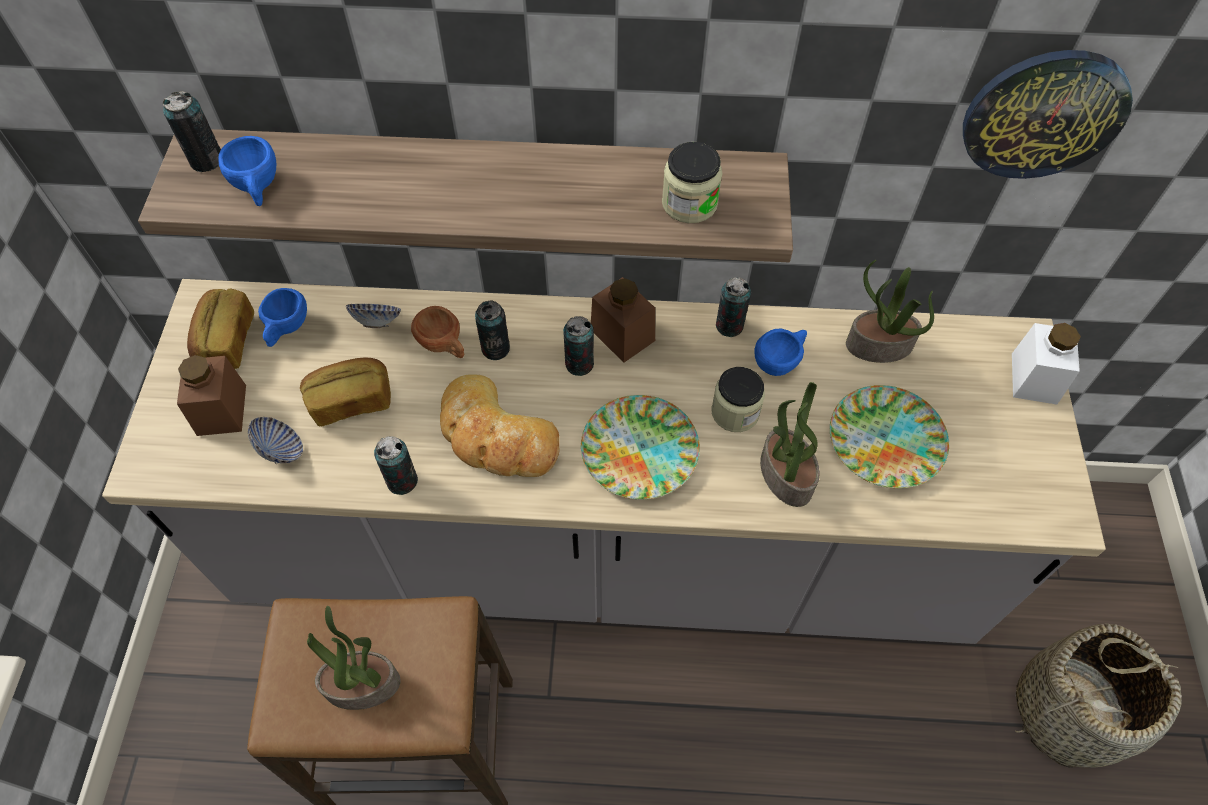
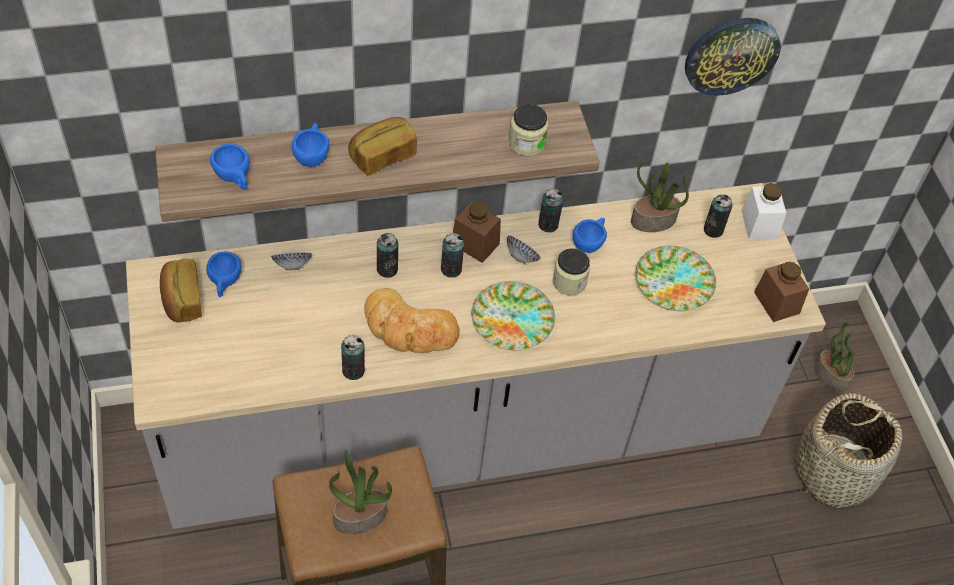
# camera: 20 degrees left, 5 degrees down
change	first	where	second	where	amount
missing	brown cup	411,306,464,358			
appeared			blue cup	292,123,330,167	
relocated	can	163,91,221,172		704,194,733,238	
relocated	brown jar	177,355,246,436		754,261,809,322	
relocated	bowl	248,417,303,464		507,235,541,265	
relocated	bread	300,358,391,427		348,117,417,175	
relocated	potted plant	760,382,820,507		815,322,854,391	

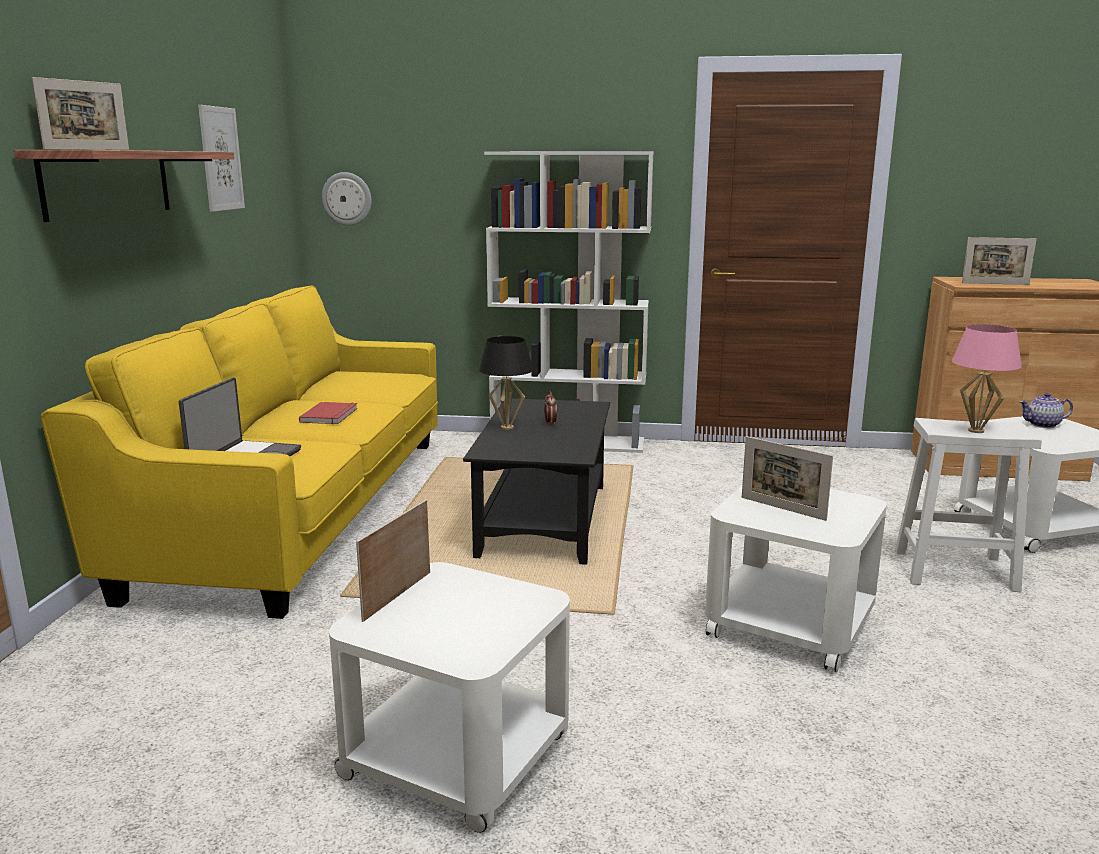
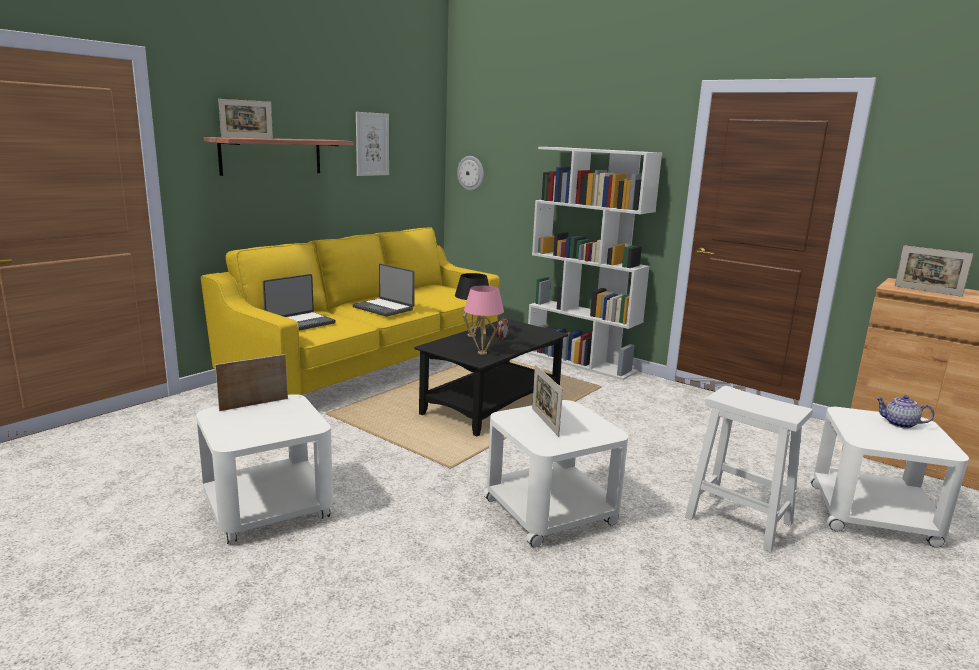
# camera: 30 degrees right, 0 degrees up
change	first	where	second	where	amount
relocated	pink table lamp	952,324,1022,433		464,285,504,355	
exchanged	red book	299,402,358,424	laptop	352,264,415,317	

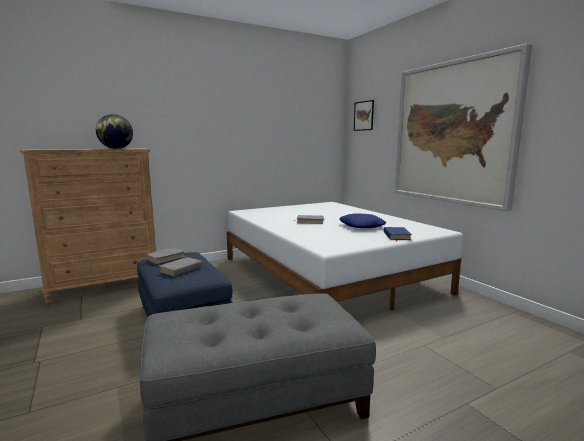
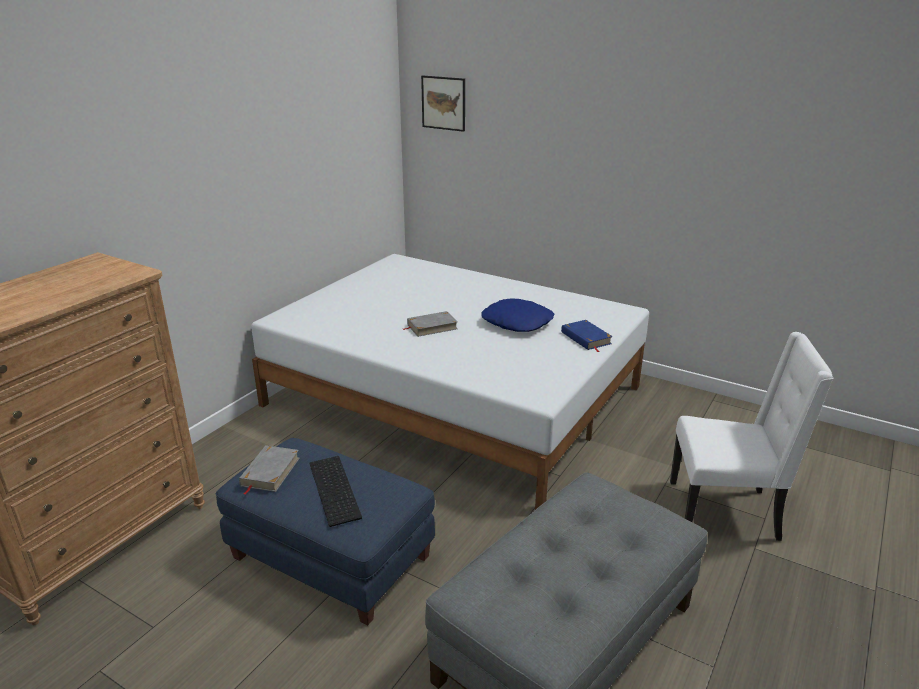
# camera: 30 degrees left, 15 degrees up
change	first	where	second	where	amount
missing	globe	96,114,133,149			
missing	picture	395,43,532,211			
appeared			white chair	670,332,833,541	
exchanged	grey book	159,257,204,276	keyboard	310,456,362,527	

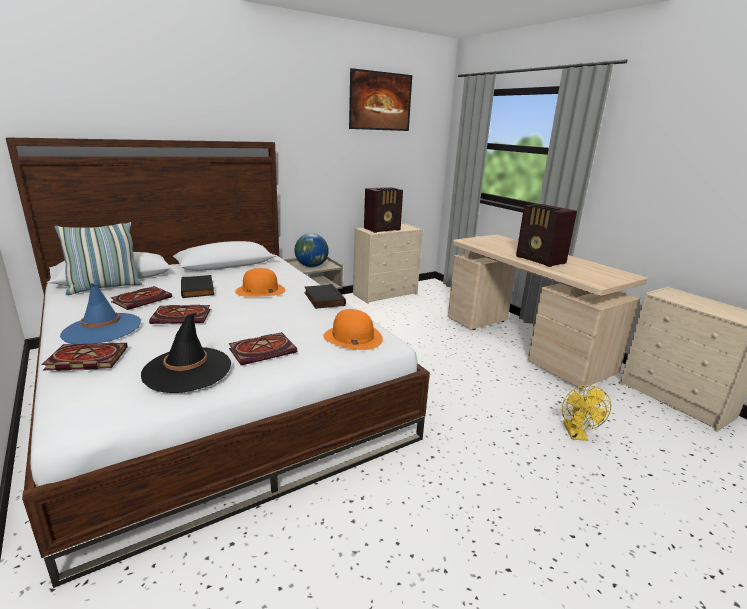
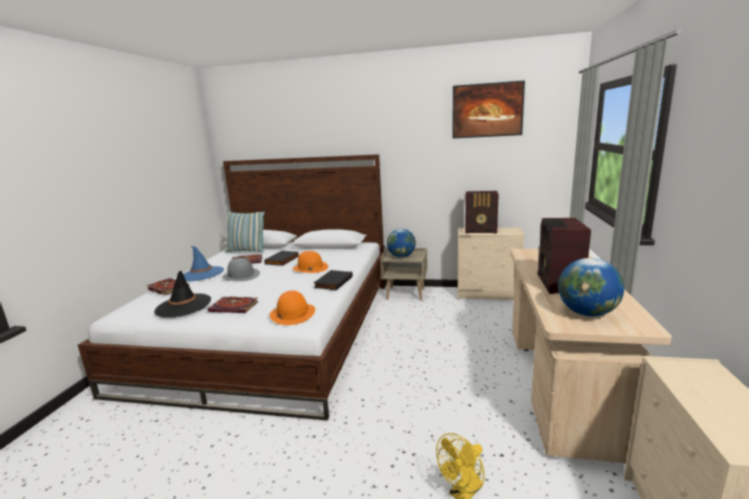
# camera: 45 degrees right, 5 degrees down
change	first	where	second	where	amount
appeared			globe	558,258,624,317	
exchanged	book	149,305,210,324	grey hat	222,258,260,281	

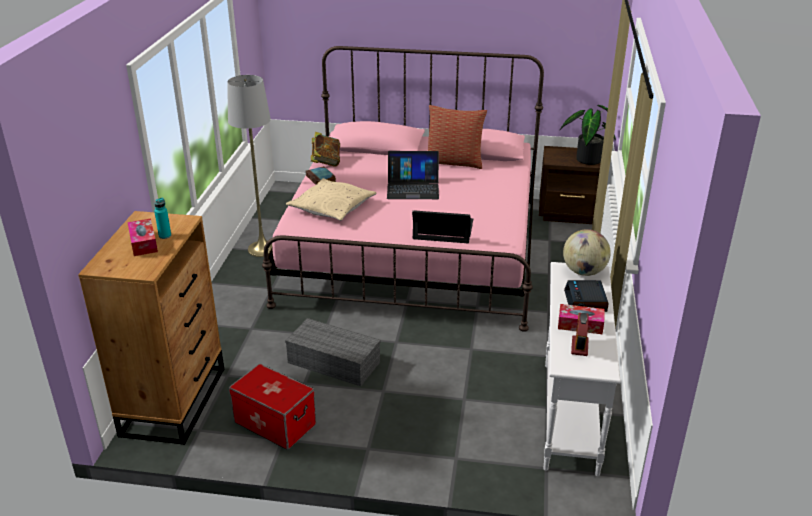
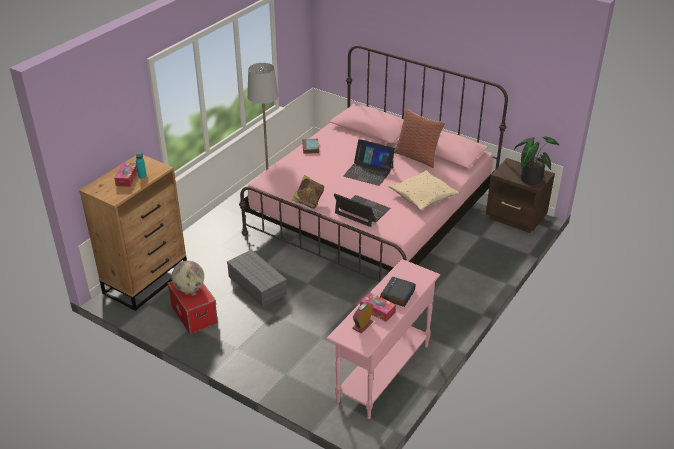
# camera: 25 degrees right, 5 degrees up
change	first	where	second	where	amount
relocated	beige pillow	286,178,377,221		388,170,460,211	
relocated	book	311,132,340,167		292,175,324,209	
relocated	globe	563,229,611,276		172,260,204,293	
colour	white console table	543,262,621,476	pink console table	327,259,440,419	

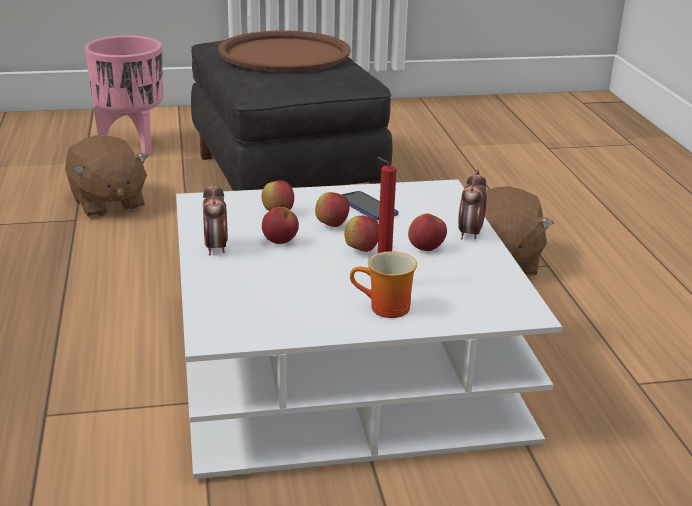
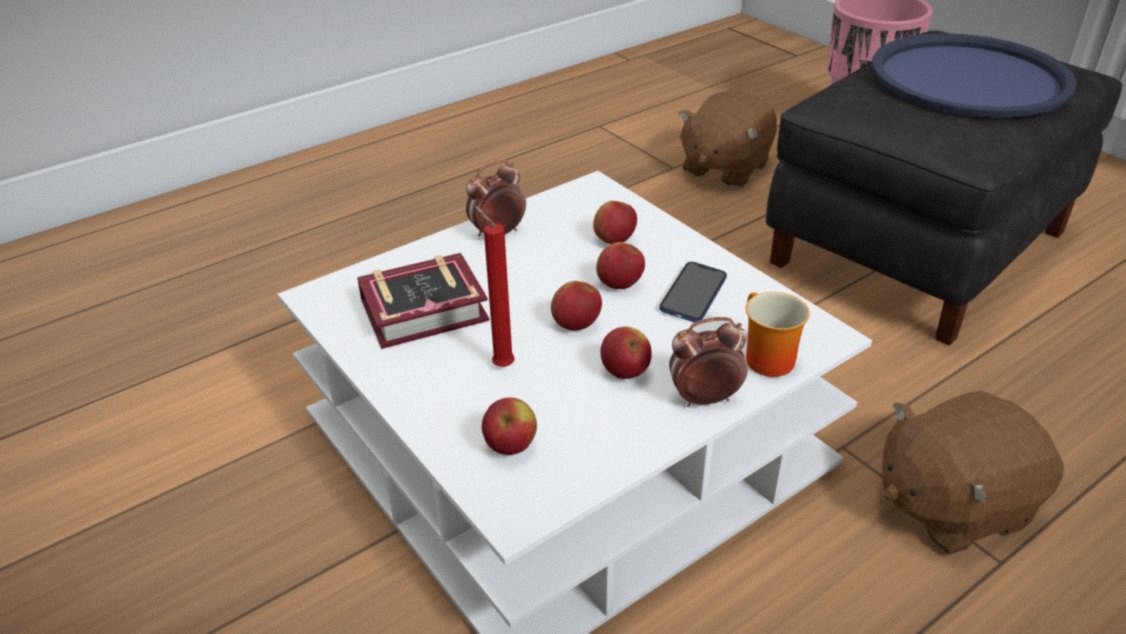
# camera: 65 degrees right, 10 degrees up
change	first	where	second	where	amount
appeared			book	357,253,489,349	
relocated	apple	262,207,299,244		482,397,537,455	
relocated	mug	350,251,417,318		746,292,810,377	
colour	brown tray	218,30,351,72	blue tray	872,33,1077,118	

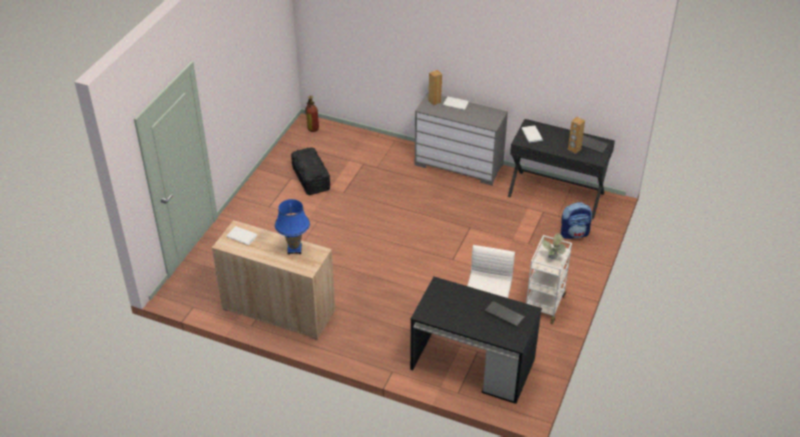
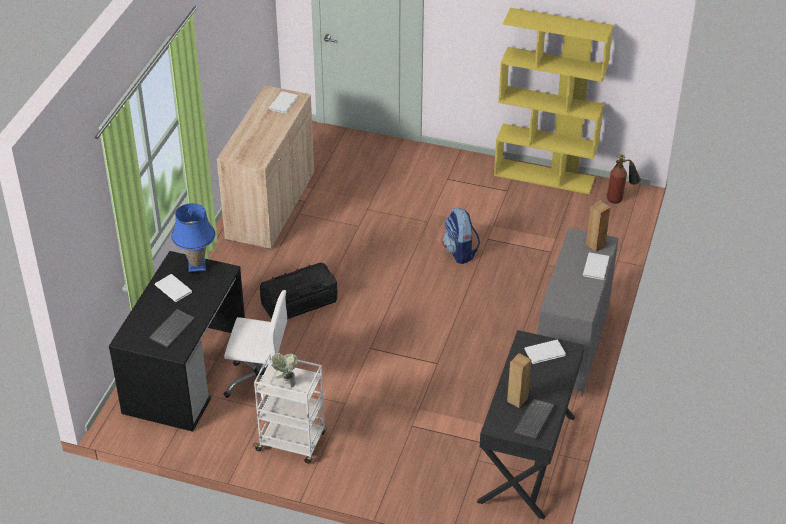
# camera: 85 degrees right, 0 degrees up
change	first	where	second	where	amount
appeared			white book	154,274,192,302	
appeared			yellow bookcase	494,8,613,194	
relocated	blue table lamp	275,199,310,254		171,203,215,274	
relocated	black storage box	291,147,330,195		260,263,338,319	
relocated	backpack	561,202,592,239		442,207,480,264	

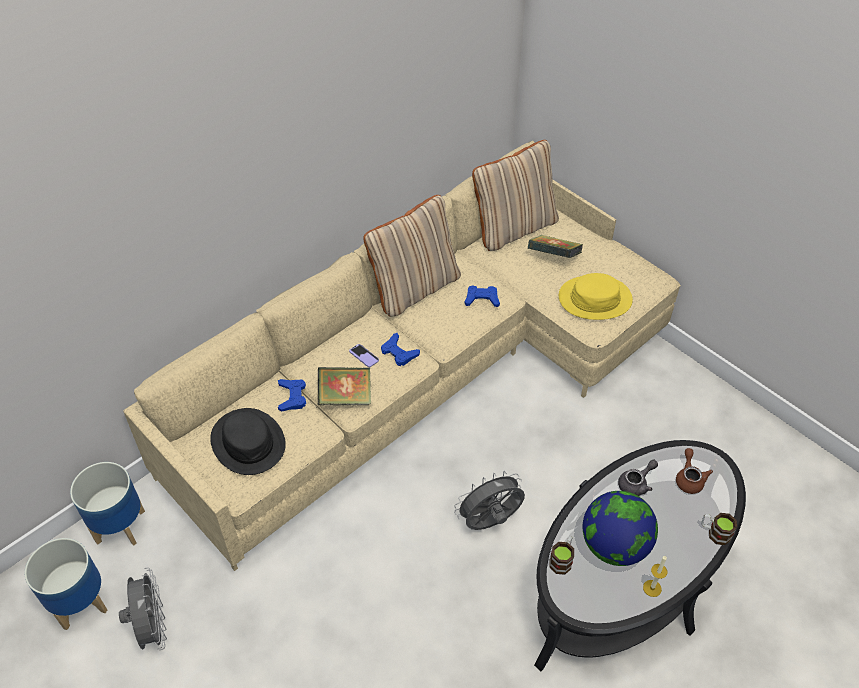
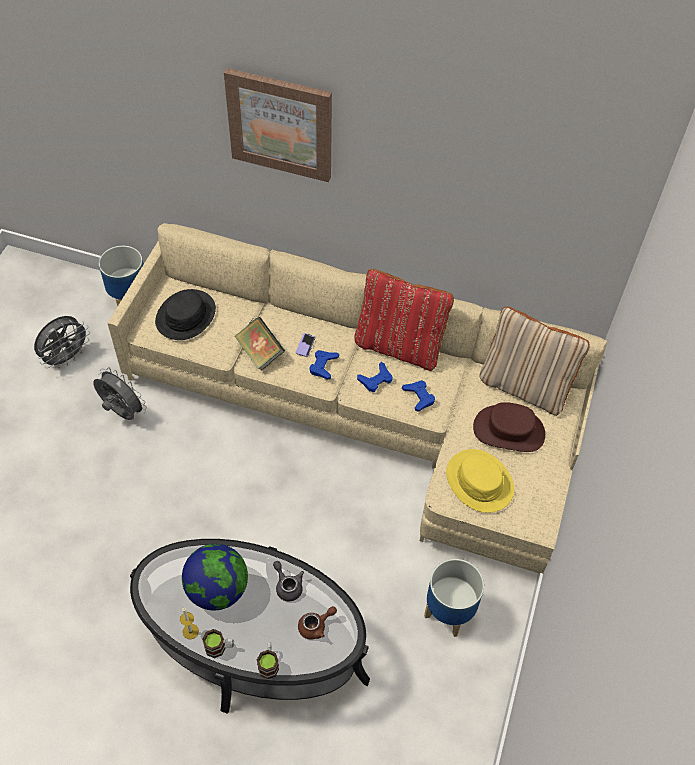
# camera: 60 degrees right, 5 degrees up
change	first	where	second	where	amount
appeared			picture	224,68,332,182	
relocated	planter	25,538,107,630		424,559,484,637	
relocated	blue game controller	278,379,306,411		357,362,393,392	
relocated	grey fan	454,471,525,530		93,367,147,420	
relocated	mug	550,536,574,575		202,629,234,658	
exchanged	book	528,235,583,258	brown hat	473,402,545,452	
colour	beige pillow	363,195,461,317	red pillow	354,269,454,371	
spun	grey teapot	618,460,658,496		273,561,304,602	150 degrees counterclockwise

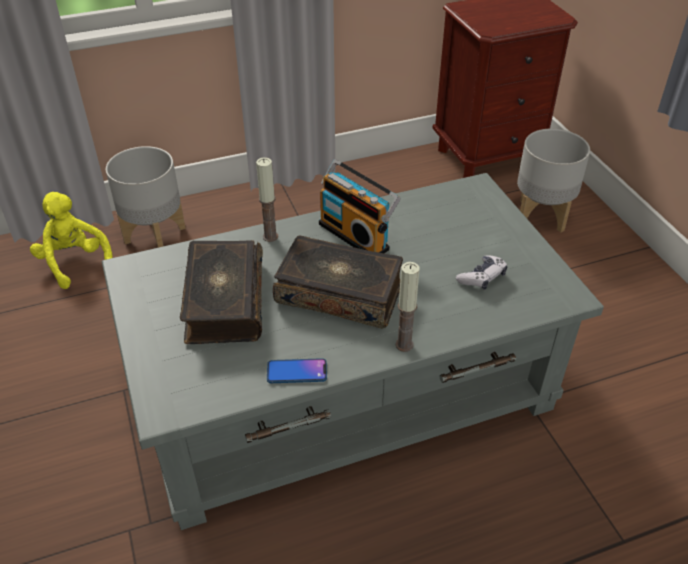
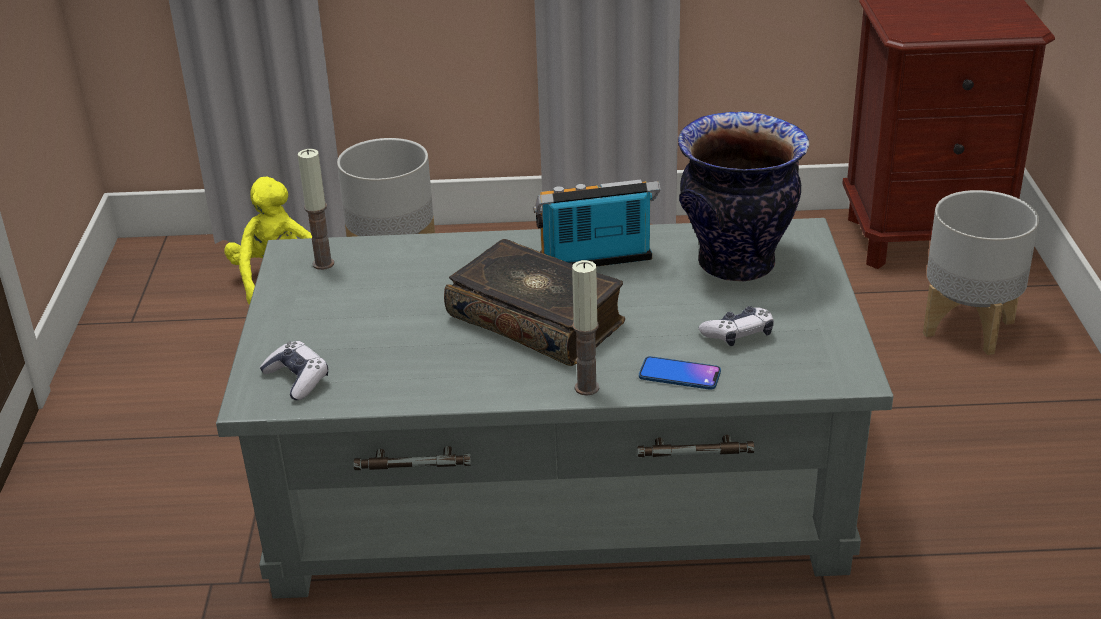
# camera: 20 degrees right, 10 degrees down
change	first	where	second	where	amount
missing	book	180,240,263,344			
appeared			game controller	260,341,328,400	
appeared			vase	678,111,809,282	
relocated	candle	256,157,278,242		298,149,334,270	
relocated	phone	267,358,327,383		639,356,721,390	
spun	radio	319,159,401,253		533,180,661,266	105 degrees clockwise

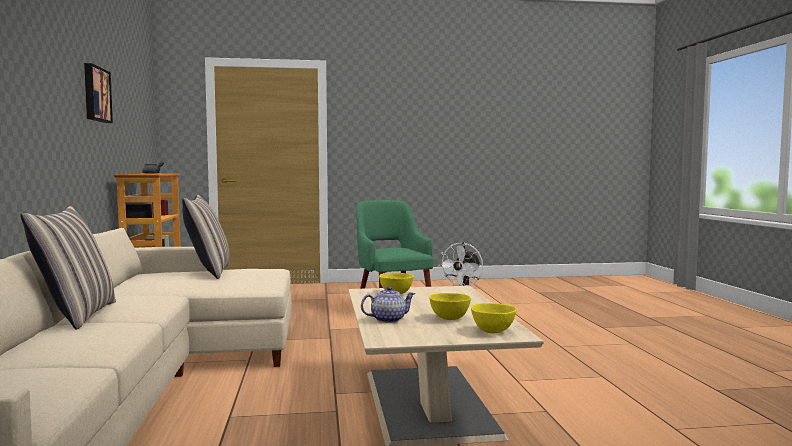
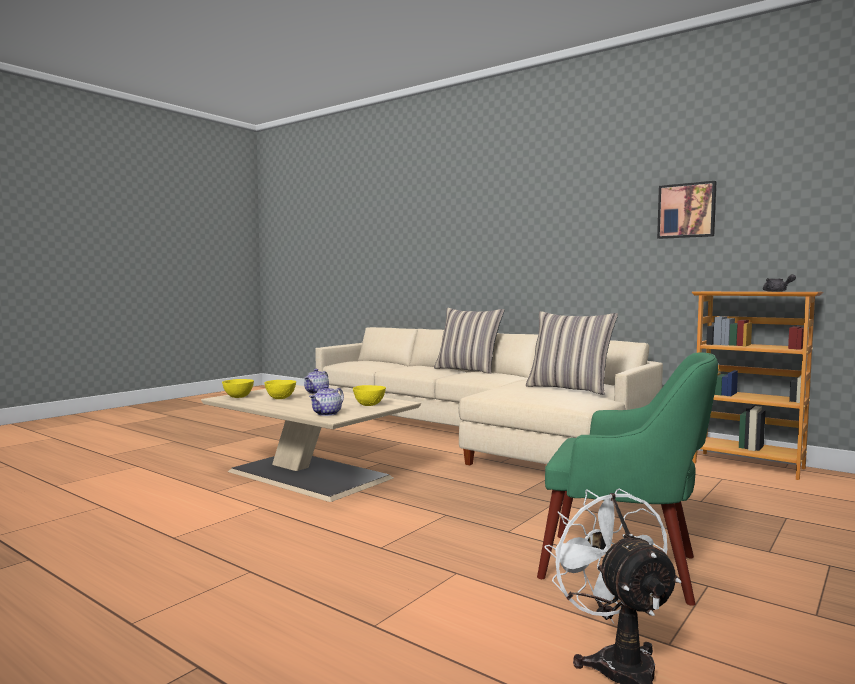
# camera: 135 degrees right, 0 degrees up
change	first	where	second	where	amount
appeared			teapot	309,385,344,416	

